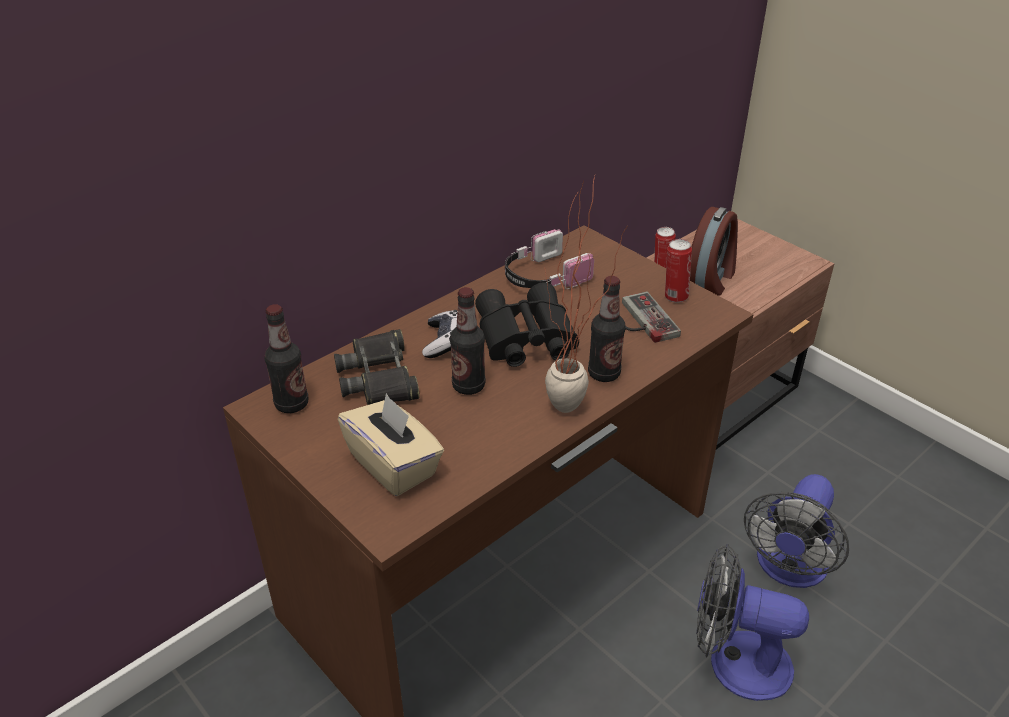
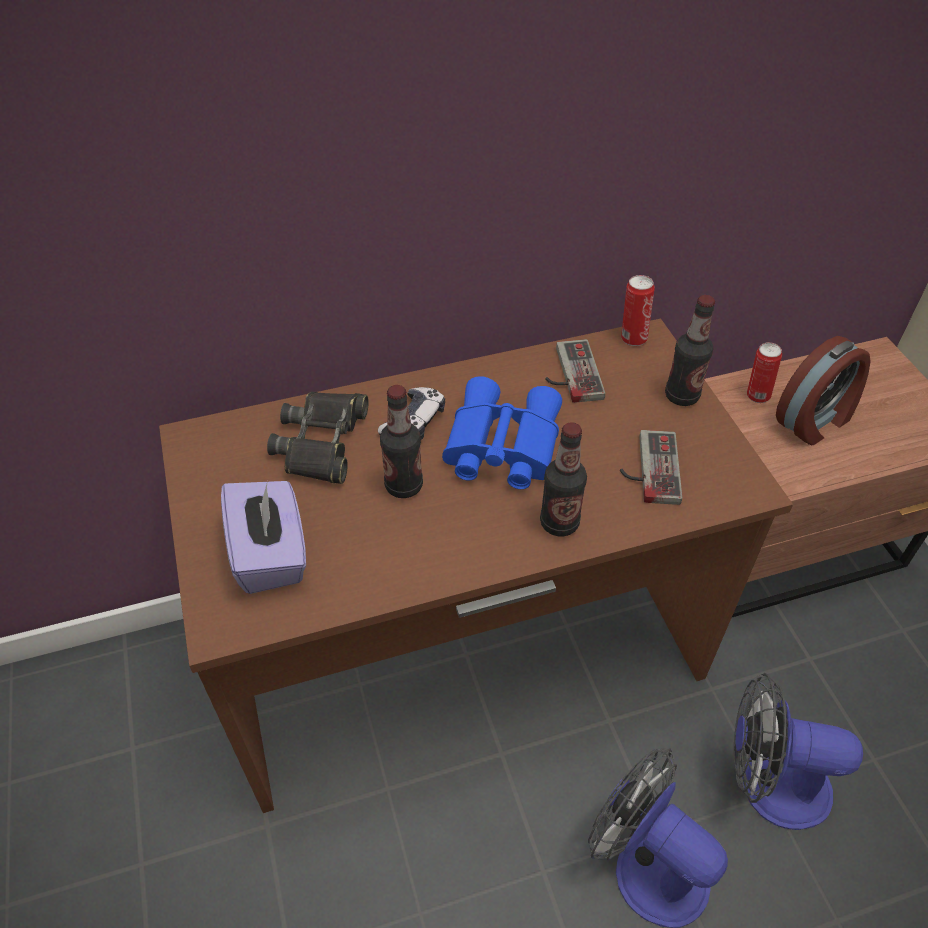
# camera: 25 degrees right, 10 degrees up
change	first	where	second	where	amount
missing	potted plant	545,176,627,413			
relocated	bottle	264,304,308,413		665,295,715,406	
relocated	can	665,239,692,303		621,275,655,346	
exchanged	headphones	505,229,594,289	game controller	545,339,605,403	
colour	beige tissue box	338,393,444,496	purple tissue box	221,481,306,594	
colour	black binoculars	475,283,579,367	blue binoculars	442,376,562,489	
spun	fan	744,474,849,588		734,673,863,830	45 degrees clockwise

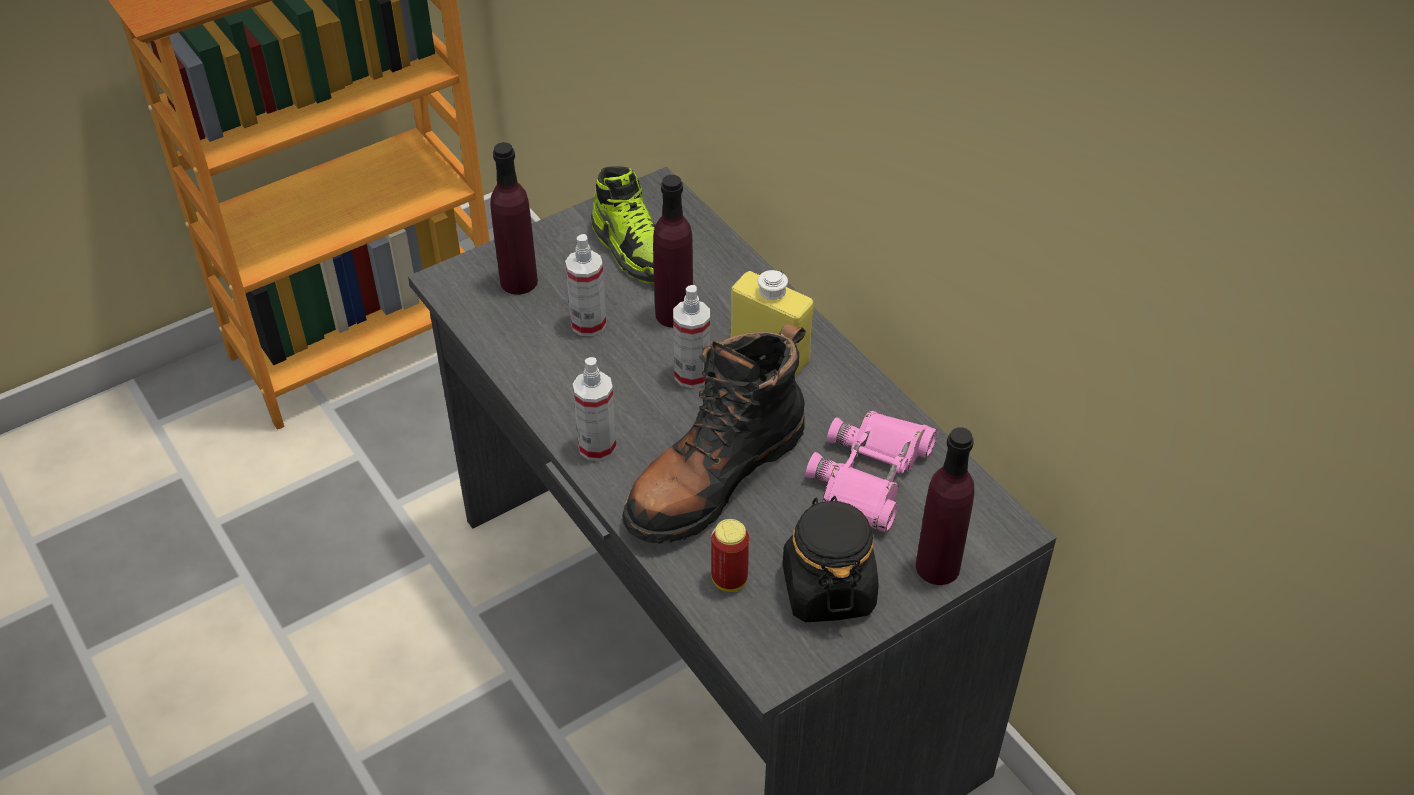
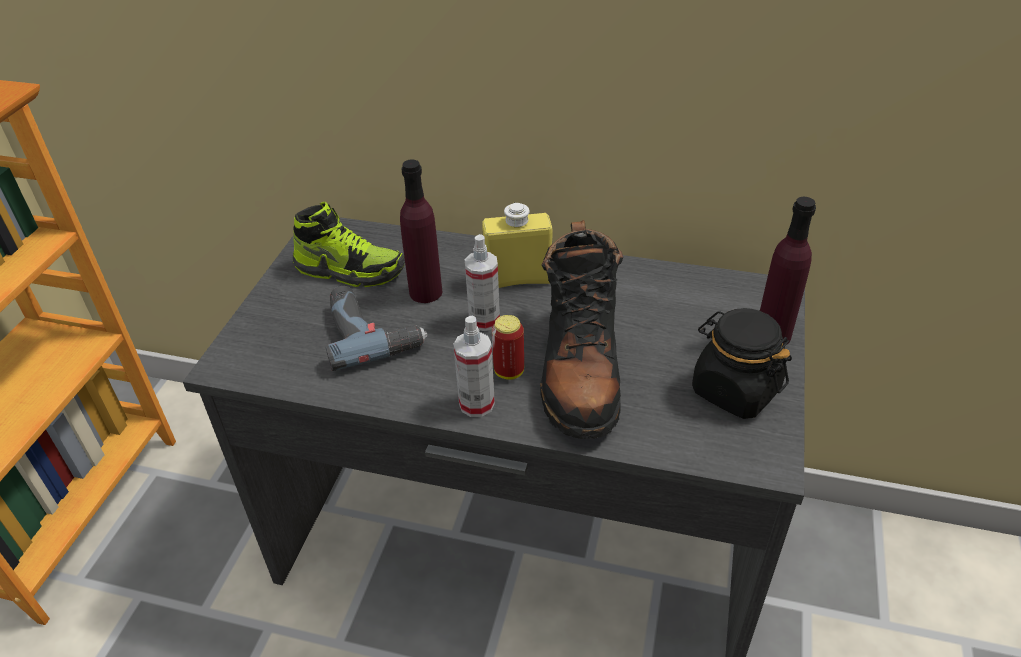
# camera: 40 degrees left, 5 degrees down
change	first	where	second	where	amount
missing	purple bottle	490,142,538,295			
missing	pink binoculars	806,411,938,533			
relocated	can	711,519,749,592		492,315,524,380	
exchanged	spray bottle	565,234,607,336	power drill	325,286,427,371	

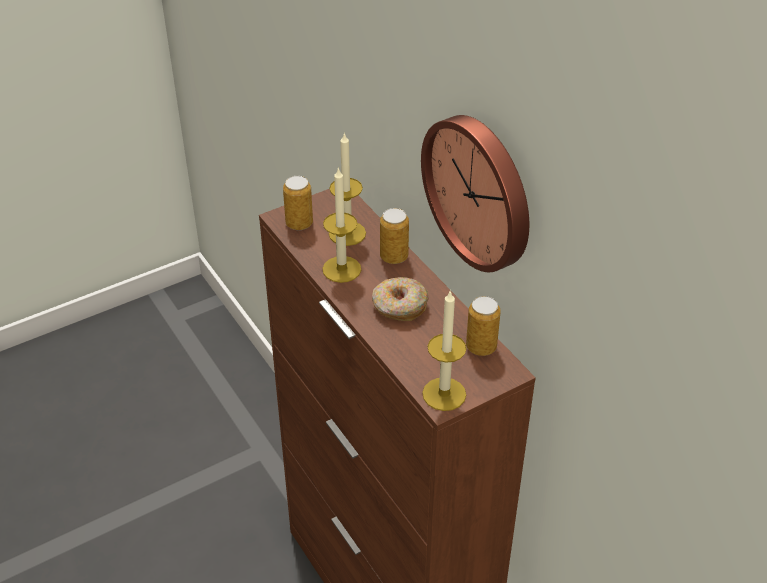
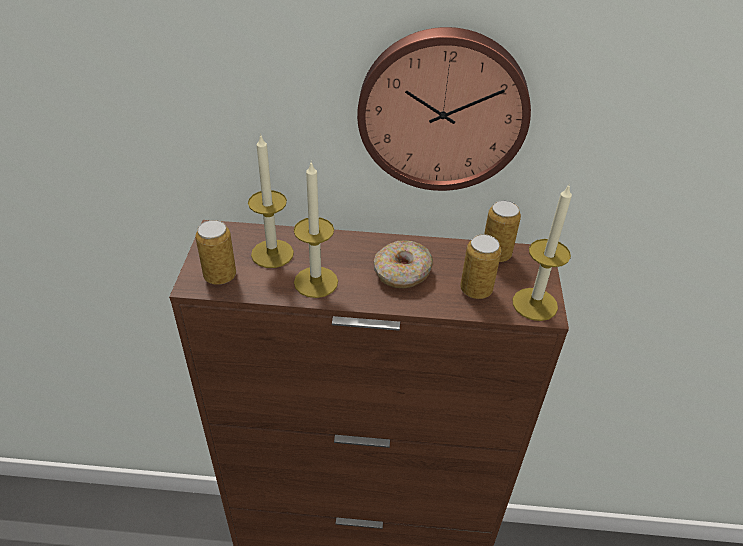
# camera: 55 degrees left, 0 degrees up
change	first	where	second	where	amount
relocated	can	380,208,409,264		460,234,501,299	

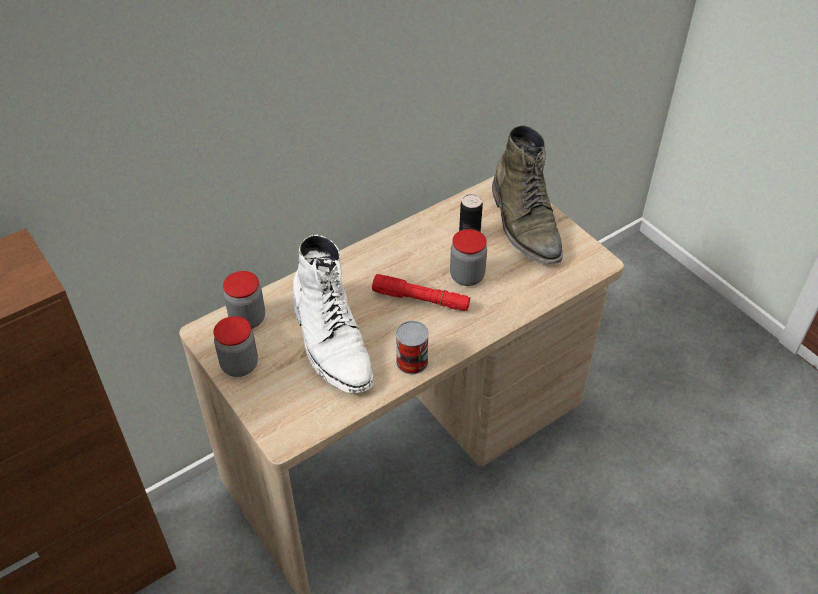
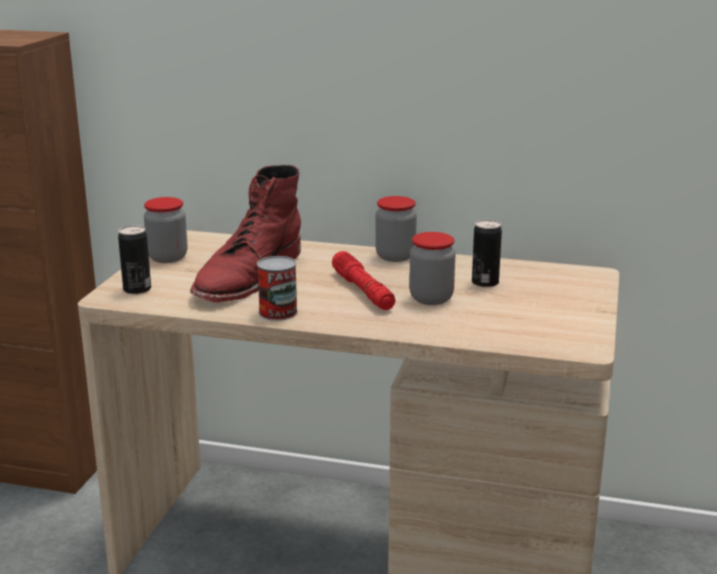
# camera: 50 degrees right, 25 degrees down
change	first	where	second	where	amount
missing	green boot	492,125,563,264			
appeared			can	118,225,151,295	
relocated	jar	223,271,265,329		375,196,417,262	
colour	white boot	292,235,374,393	red boot	190,164,301,302	

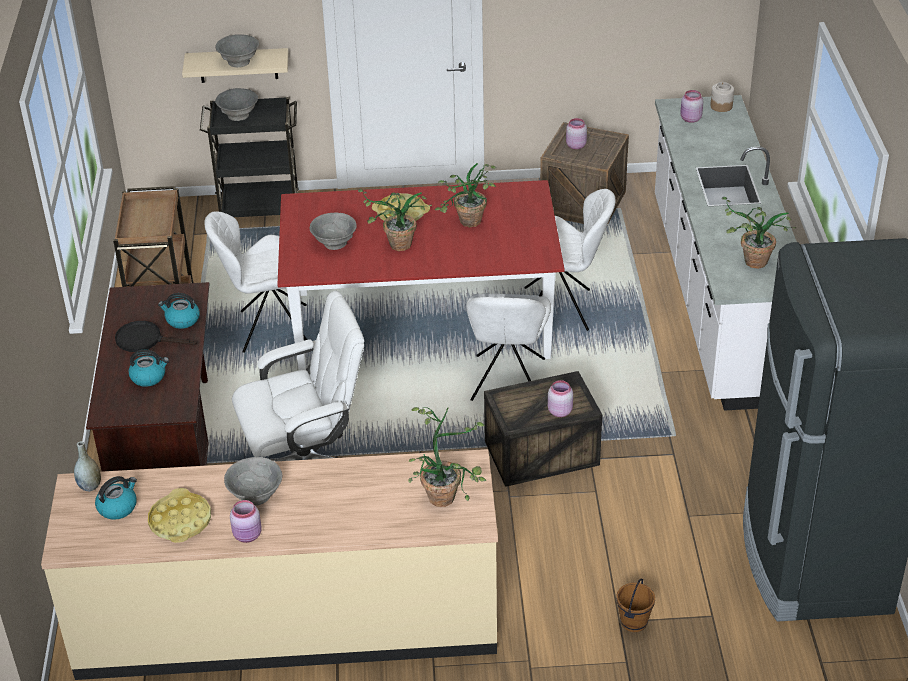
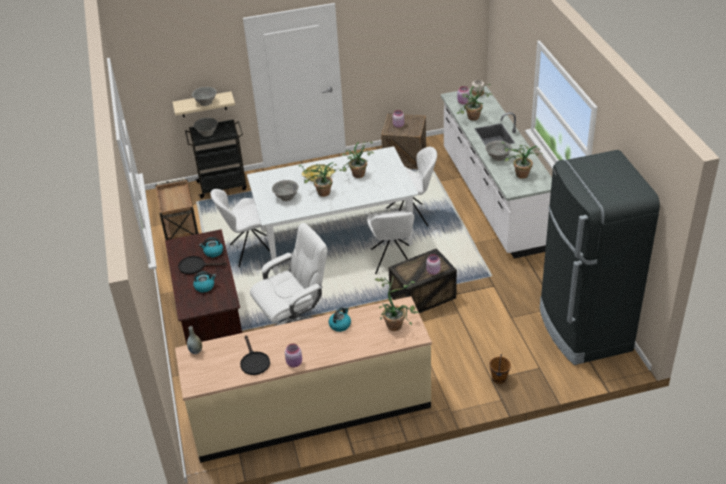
# camera: 10 degrees left, 0 degrees up
change	first	where	second	where	amount
appeared			potted plant	457,84,493,120	
relocated	kettle	95,476,137,520		329,307,351,332	
relocated	grey bowl	224,457,282,505		485,140,512,161	
exchanged	yellow tray	148,488,211,543	black frying pan	240,336,270,375	
colour	red dining table	277,180,565,370	white dining table	247,146,419,274	

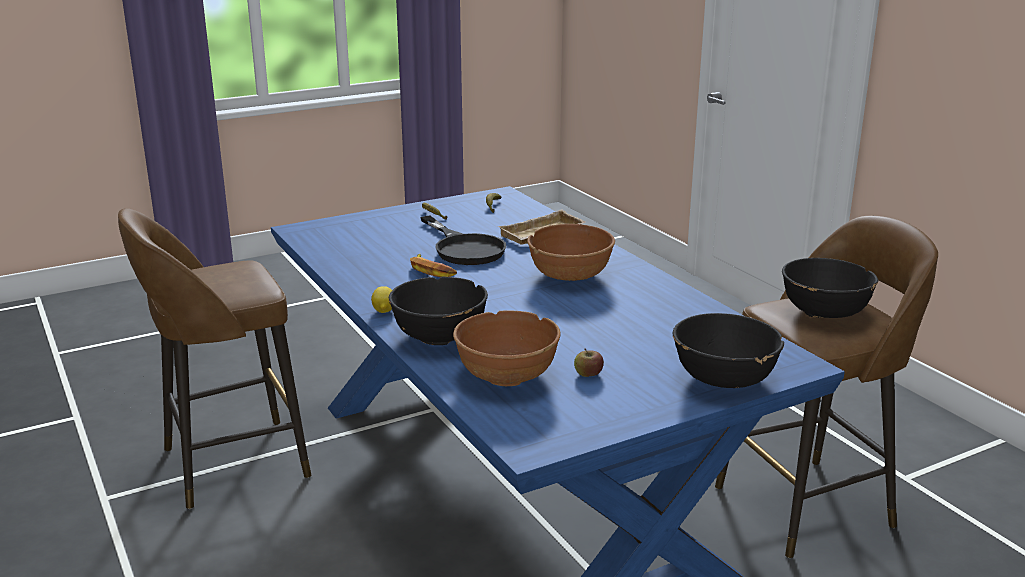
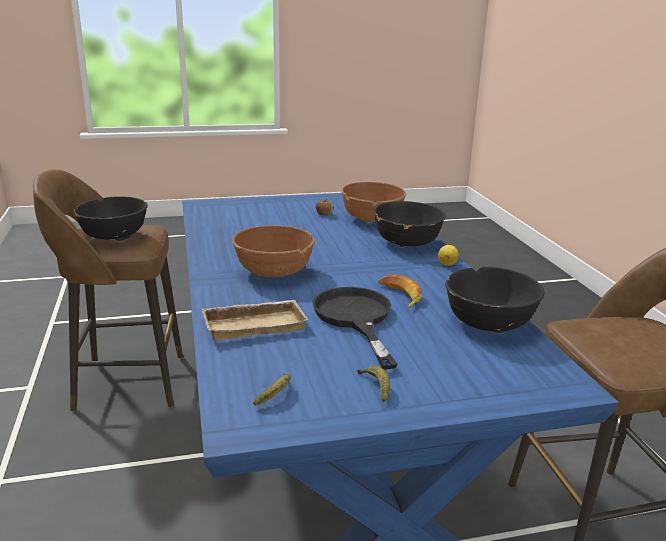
# camera: 165 degrees left, 0 degrees up
change	first	where	second	where	amount
relocated	black bowl	673,313,784,388		445,267,545,333	

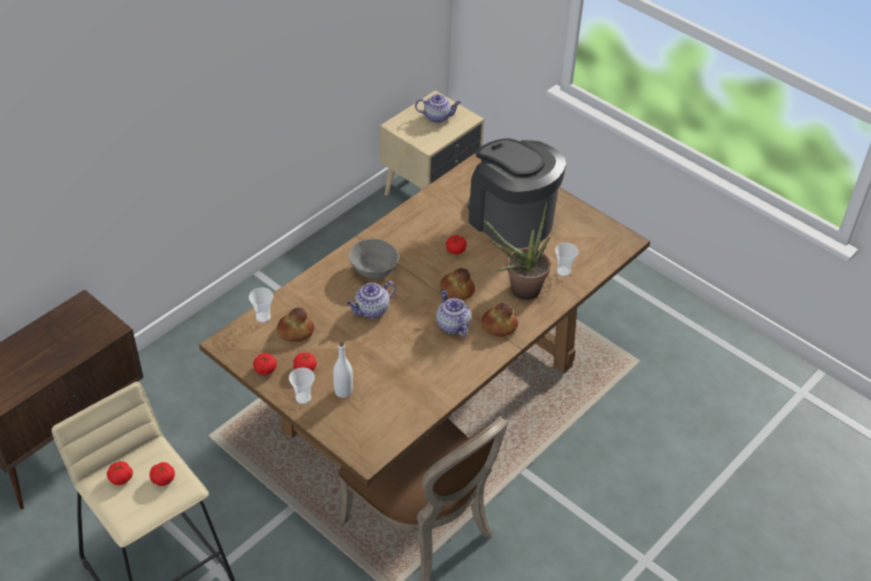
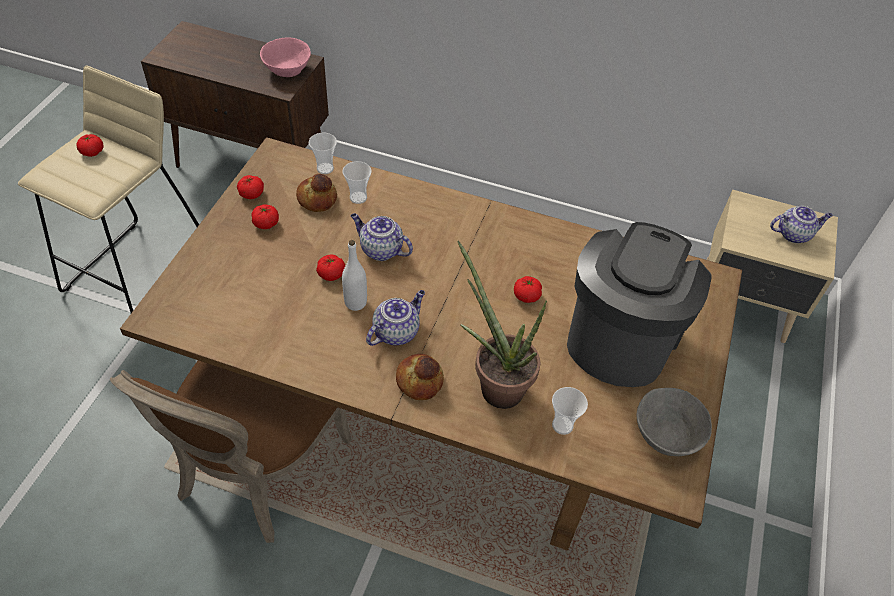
# camera: 65 degrees right, 5 degrees up
change	first	where	second	where	amount
missing	bread	440,268,475,300			
appeared			pink bowl	260,37,311,77	
relocated	tomato	150,462,175,486		316,254,345,281	
relocated	cup	289,367,315,404		343,161,372,204	
relocated	white bottle	333,342,353,398		342,240,367,311	
relocated	grey bowl	349,239,399,279		637,388,712,456	
spun	teapot	415,94,461,123		770,206,833,243	75 degrees counterclockwise

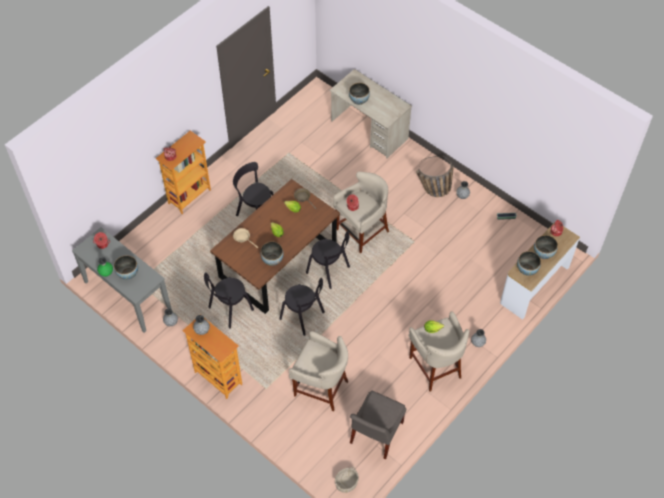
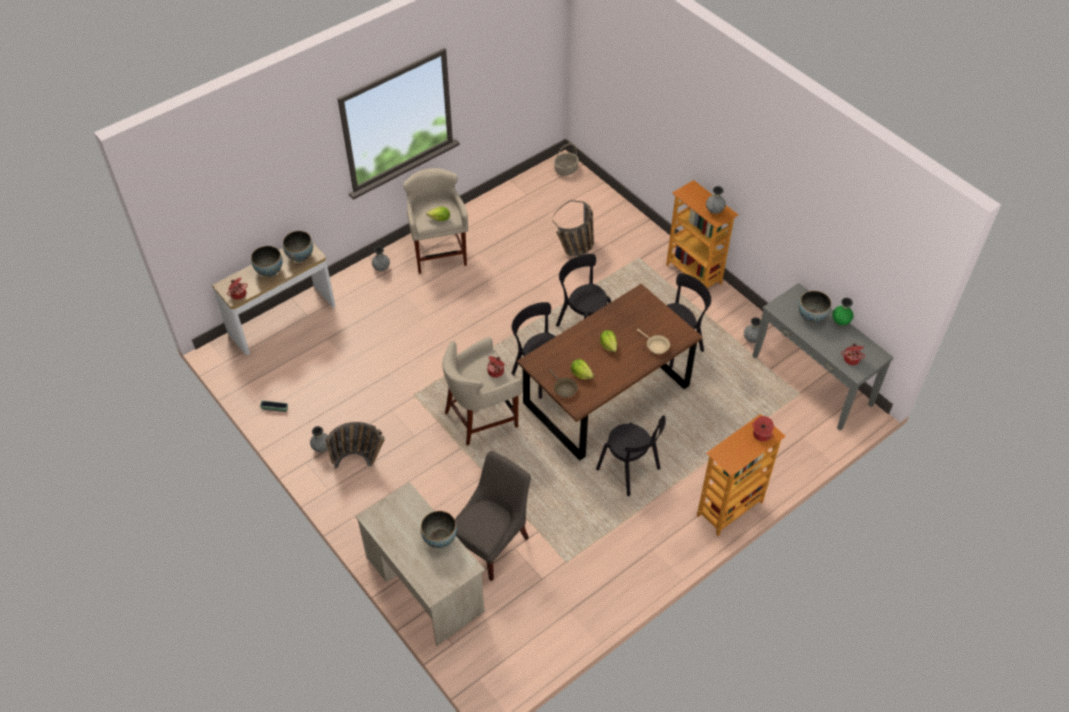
# camera: 170 degrees left, 5 degrees down
change	first	where	second	where	amount
missing	bowl	260,241,284,266			
relocated	grey chair	350,391,406,460		455,451,531,581	
exchanged	beige stool	289,331,348,411	basket	553,200,594,256	

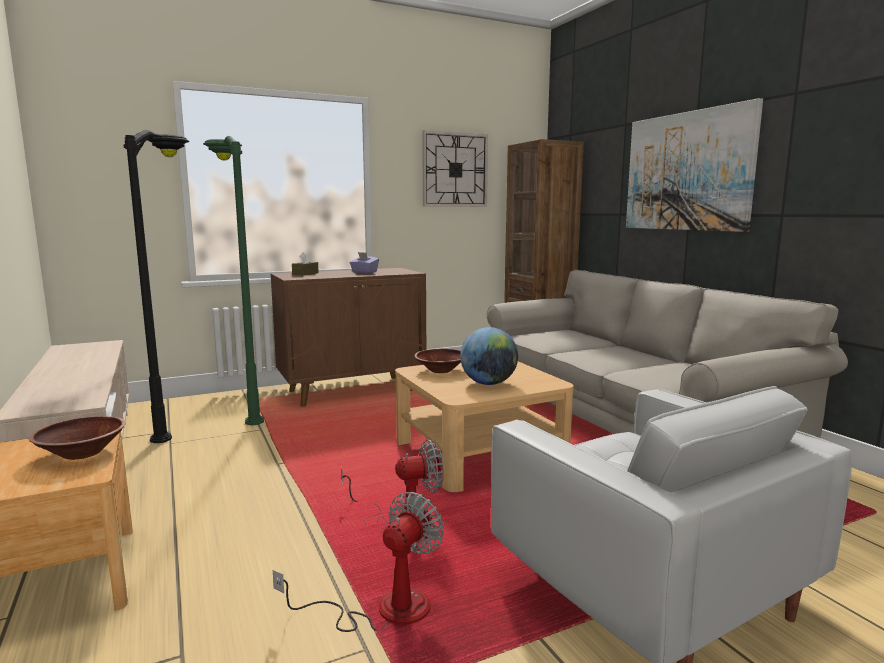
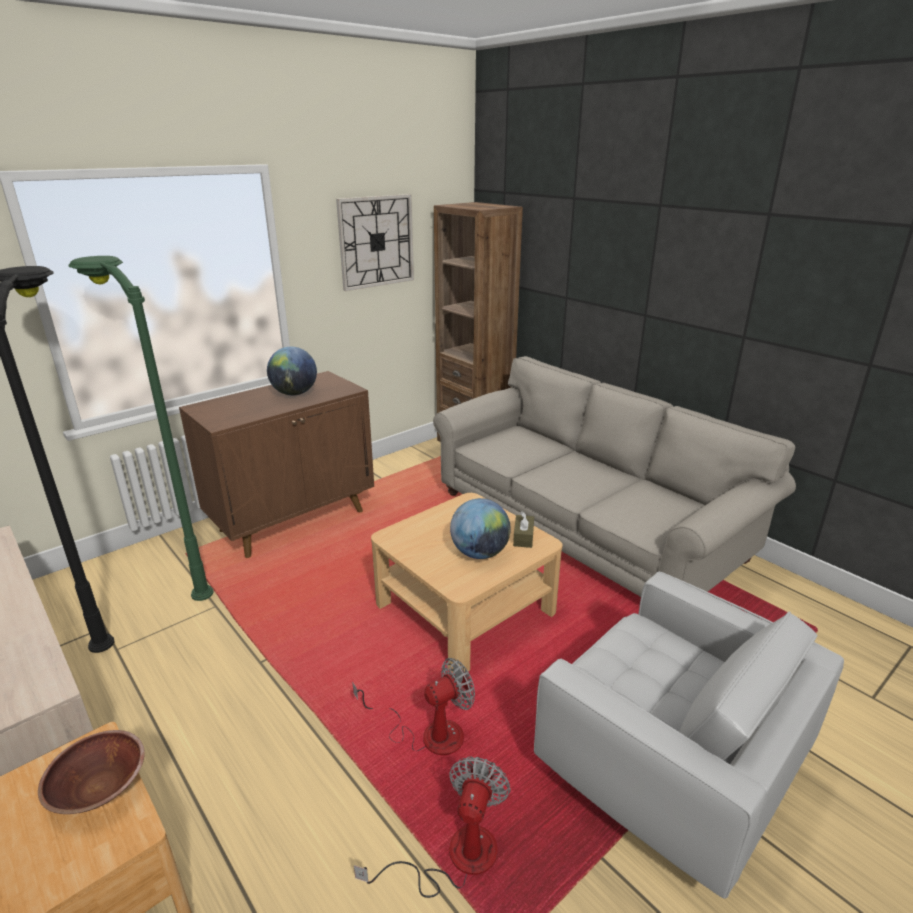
# camera: 15 degrees left, 15 degrees up
change	first	where	second	where	amount
missing	brown bowl	415,349,461,373			
missing	picture	626,98,763,232			
relocated	brown tissue box	292,252,319,276		513,512,534,548	
exchanged	purple tissue box	350,252,379,273	globe	267,347,317,396	

